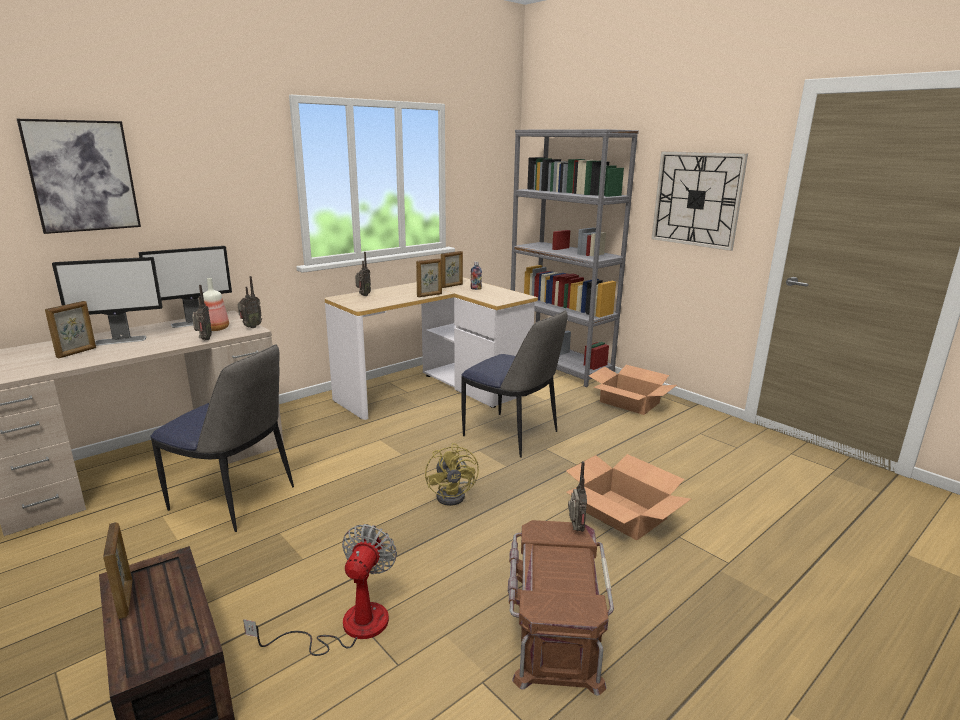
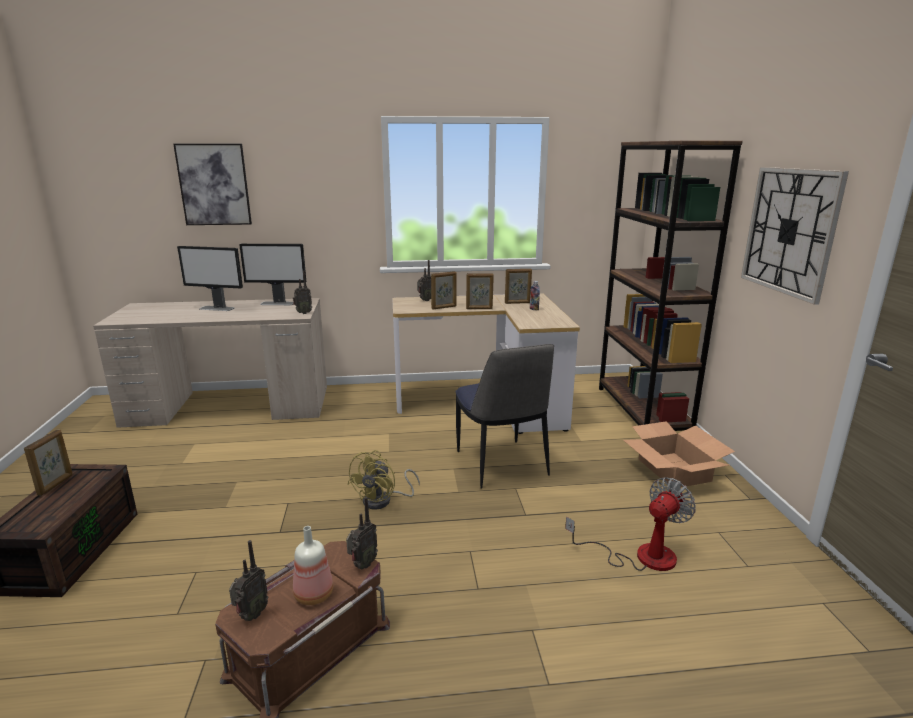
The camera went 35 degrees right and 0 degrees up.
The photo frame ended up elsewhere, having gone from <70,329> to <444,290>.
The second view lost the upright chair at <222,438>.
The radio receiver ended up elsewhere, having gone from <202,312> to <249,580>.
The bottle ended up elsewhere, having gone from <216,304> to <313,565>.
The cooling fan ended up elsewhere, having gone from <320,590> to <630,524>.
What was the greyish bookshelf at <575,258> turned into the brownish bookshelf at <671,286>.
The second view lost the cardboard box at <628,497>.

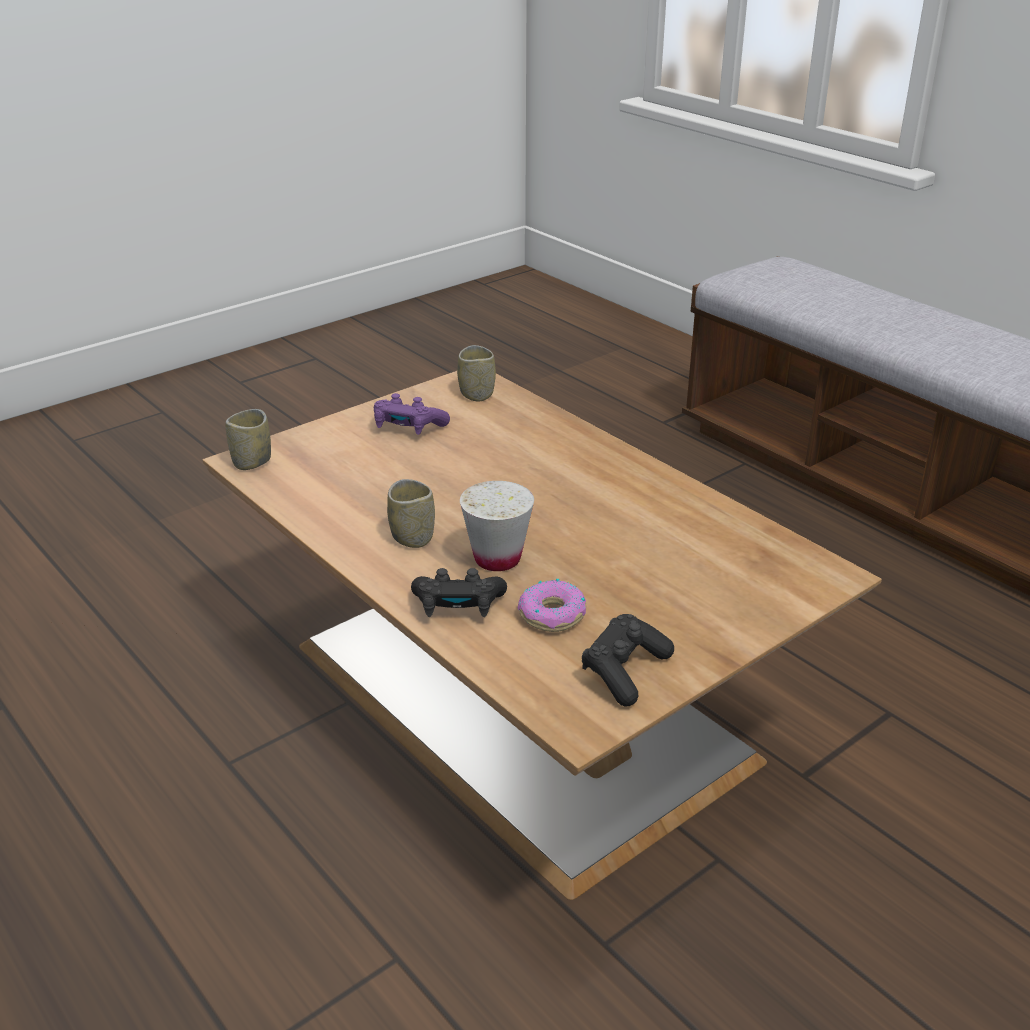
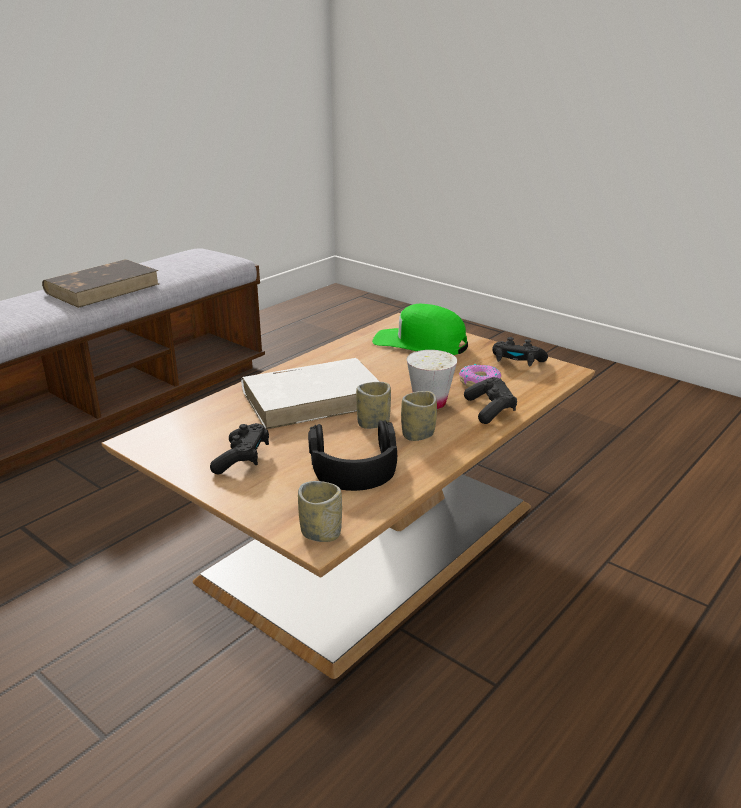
The camera went 100 degrees left and 5 degrees down.
What was the purple game controller at <412,414> turned into the black game controller at <239,449>.
The cup ended up elsewhere, having gone from <476,373> to <373,405>.
The second view gained the brownish volume at <100,283>.
The second view gained the whitish volume at <310,393>.
The second view gained the black headset at <352,456>.
The second view gained the green-coloured baseball cap at <420,329>.

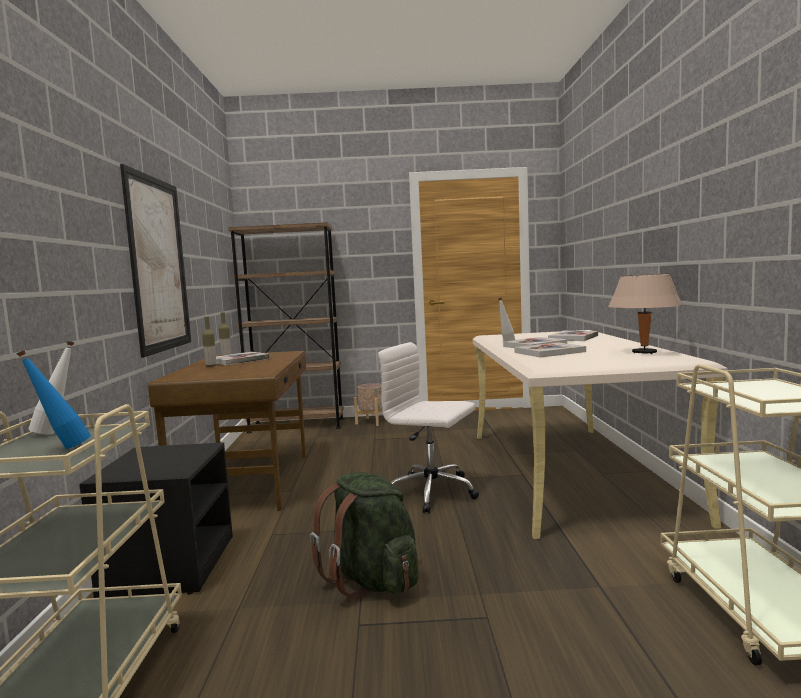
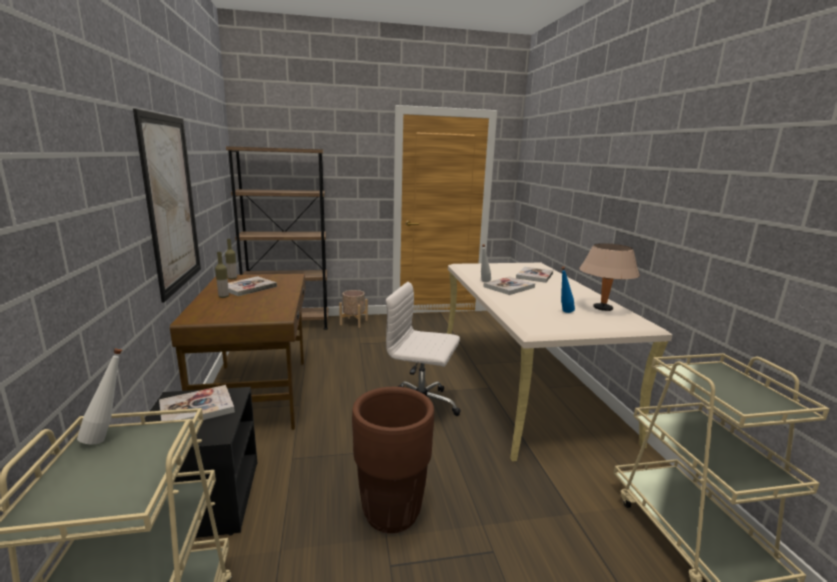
The camera went 10 degrees left and 10 degrees up.
The blue bottle ended up elsewhere, having gone from <53,399> to <568,290>.
Where the green-coloured knapsack stood at <364,535>, the brownish flower pot came to stand at <393,460>.
The volume ended up elsewhere, having gone from <550,349> to <197,403>.

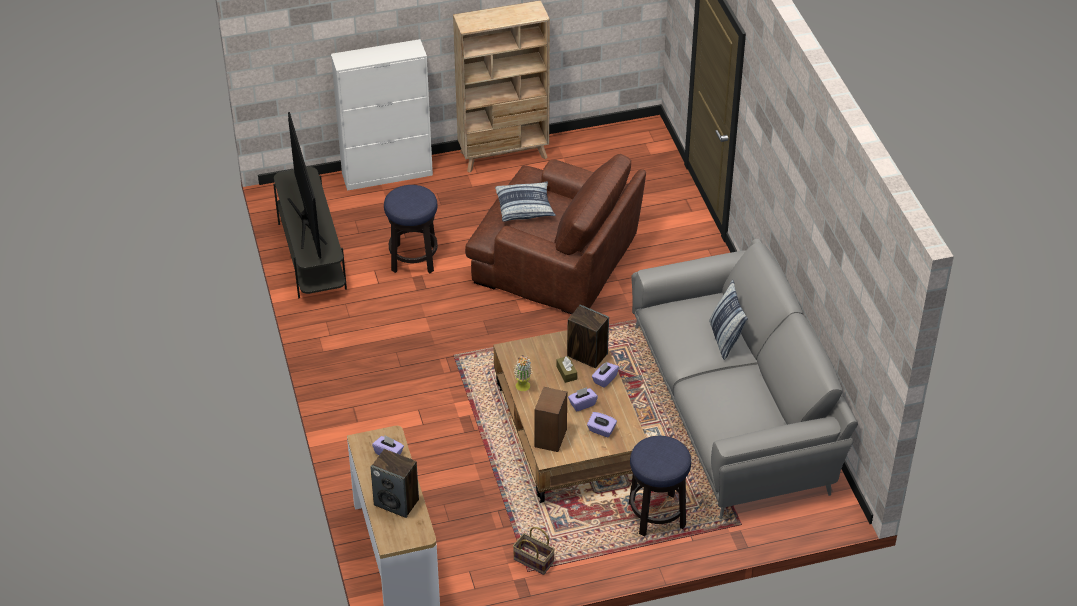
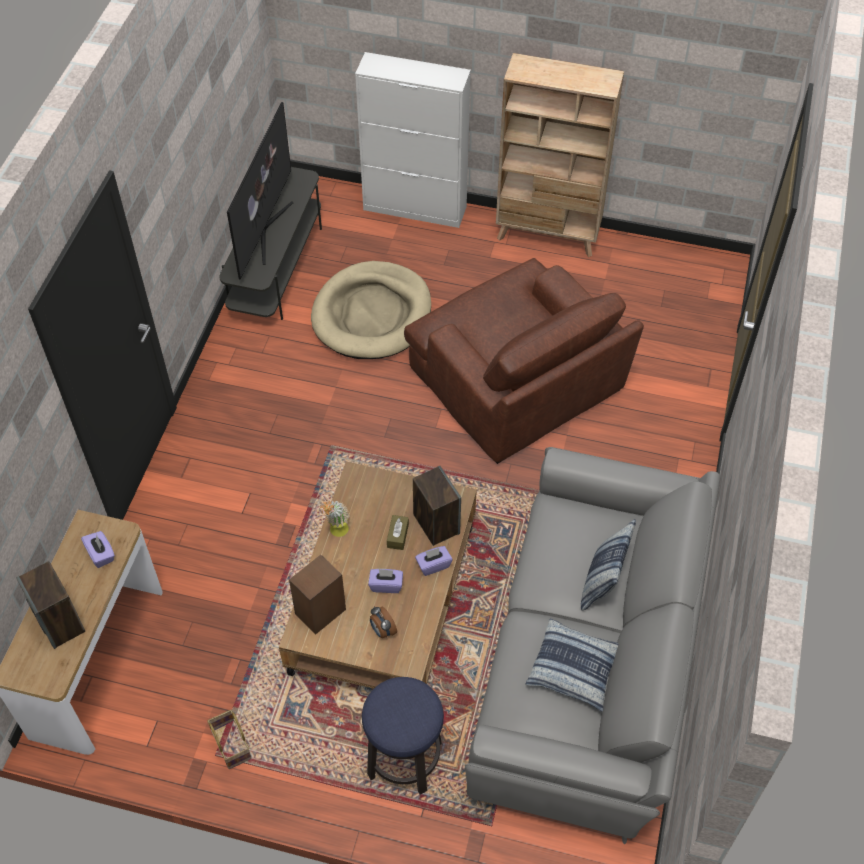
The camera went 30 degrees right and 10 degrees up.
Where the stool stood at <411,229>, the sand-coloured dog cushion came to stand at <371,310>.
The pillow ended up elsewhere, having gone from <525,201> to <572,665>.
Where the purple tissue box stood at <602,424>, the bedside clock came to stand at <383,622>.

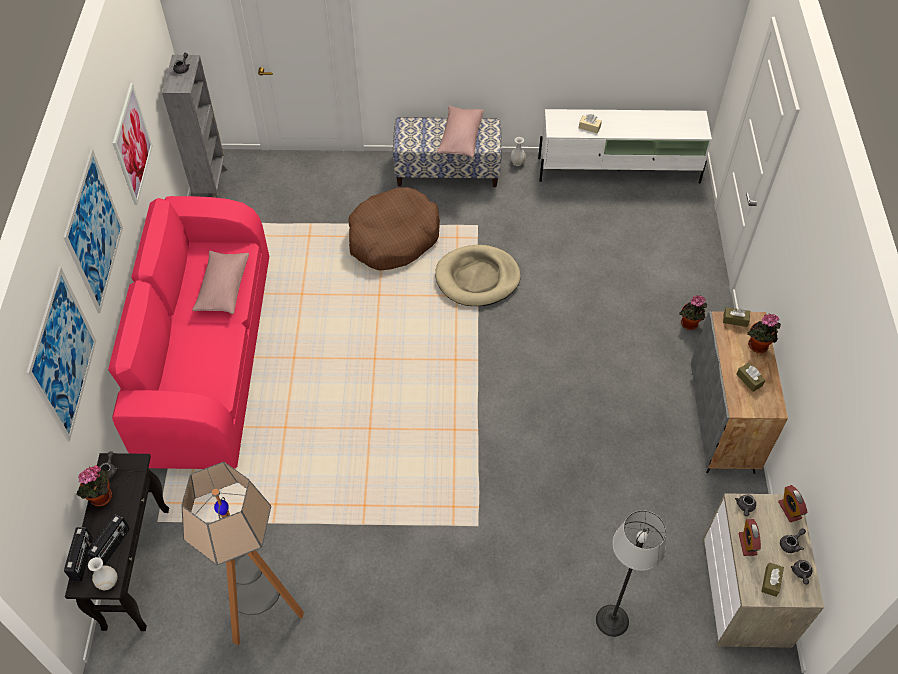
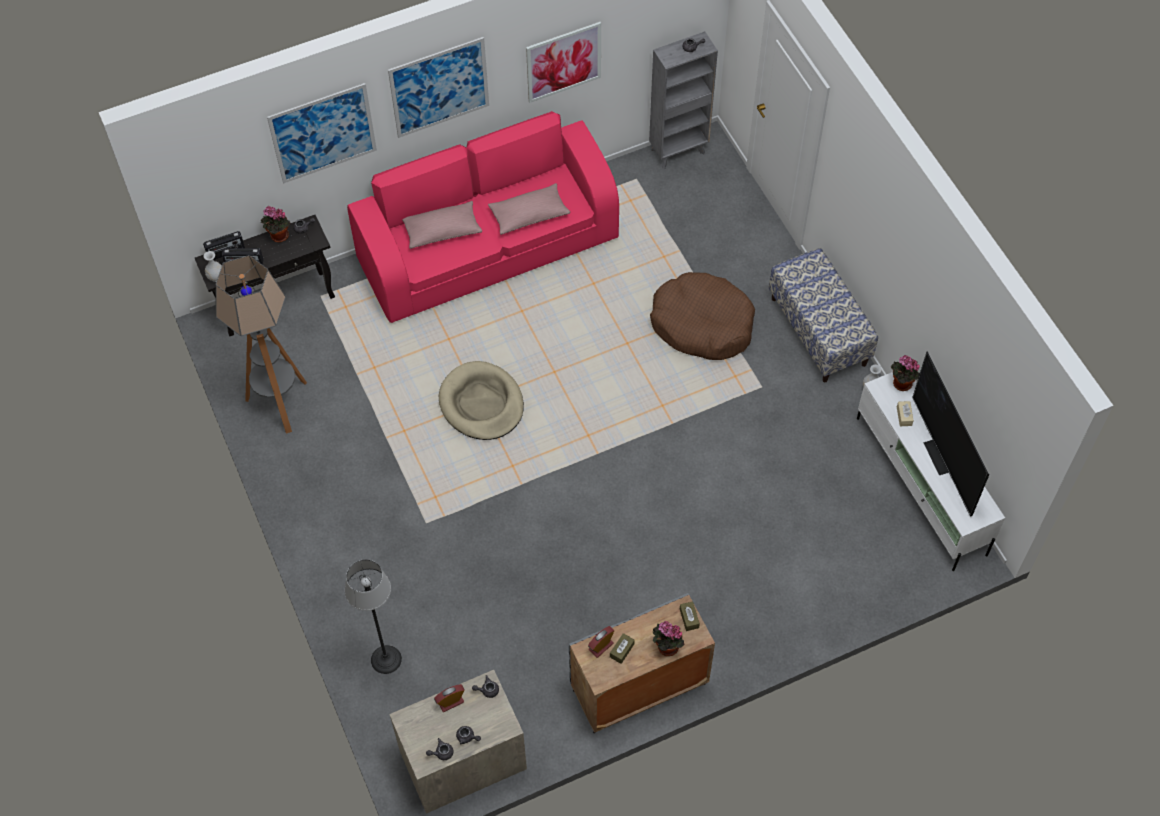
The camera went 65 degrees right and 5 degrees up.
The sand-coloured dog cushion ended up elsewhere, having gone from <478,275> to <481,400>.
The pink-coloured pillow ended up elsewhere, having gone from <460,132> to <442,225>.
The plant in a pot ended up elsewhere, having gone from <693,312> to <905,373>.
The second view lost the brownish tissue box at <772,579>.
The bedside clock ended up elsewhere, having gone from <792,503> to <601,642>.
The second view gained the TV at <950,434>.

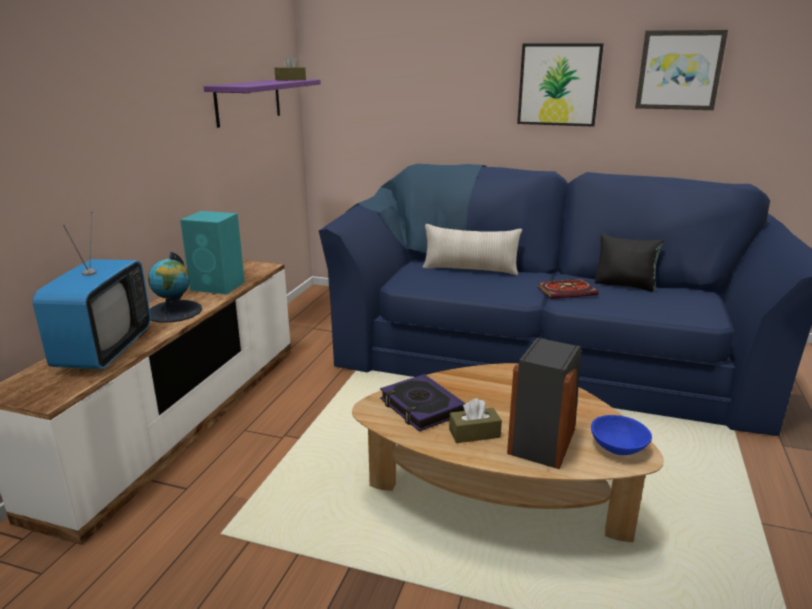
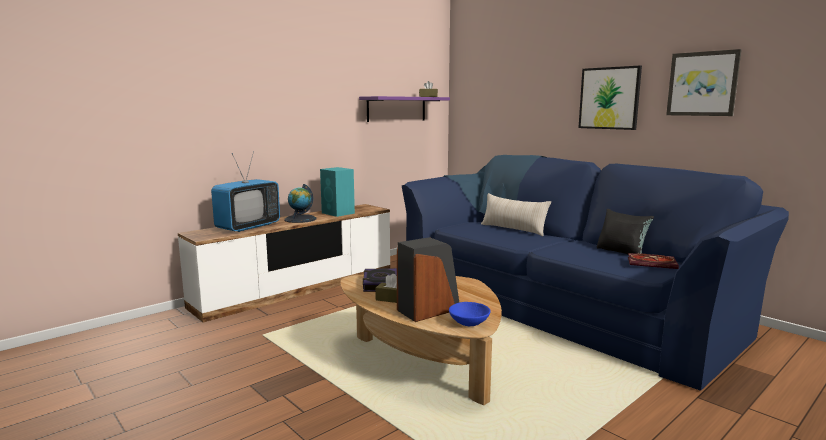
The camera went 30 degrees right and 10 degrees down.
The volume ended up elsewhere, having gone from <568,289> to <653,261>.

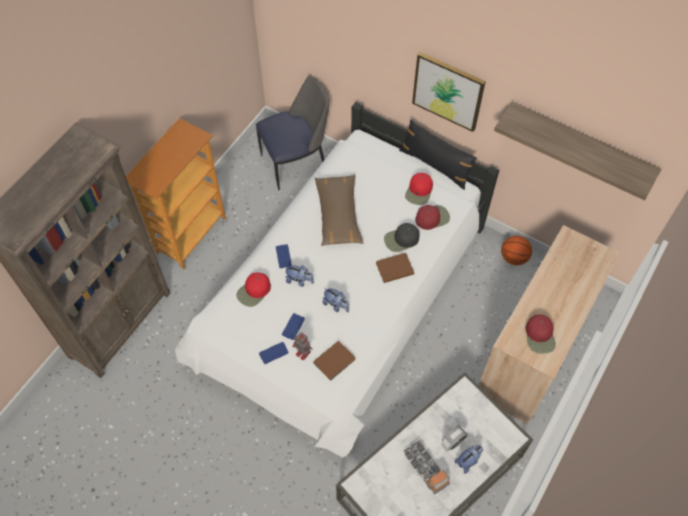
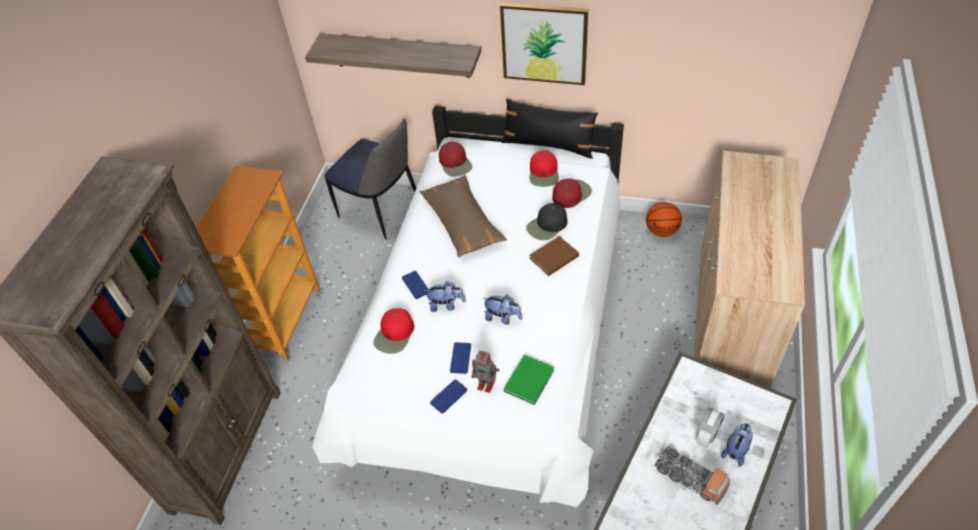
The camera went 15 degrees left and 10 degrees down.
The upright chair at <292,133> ended up facing another way, 75 degrees clockwise from before.
What was the brownish volume at <334,361> turned into the green-coloured volume at <529,380>.
The shelf ended up elsewhere, having gone from <577,151> to <393,55>.
The red baseball cap ended up elsewhere, having gone from <540,334> to <455,159>.

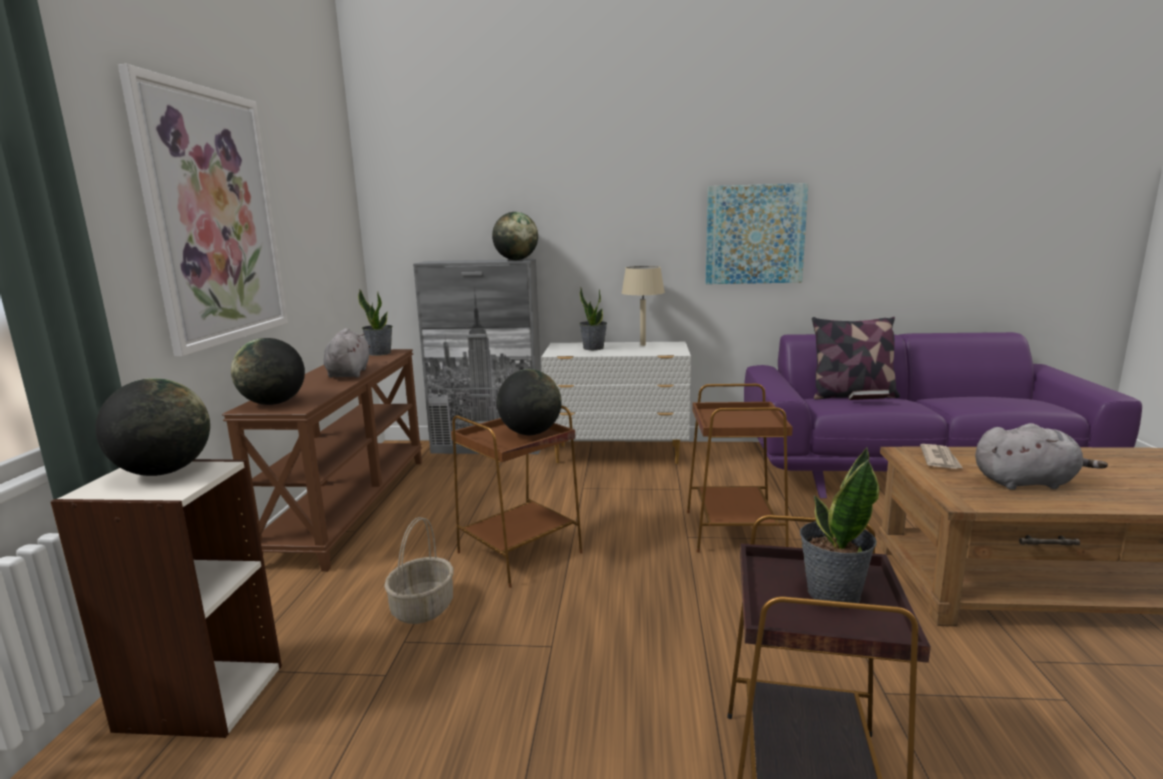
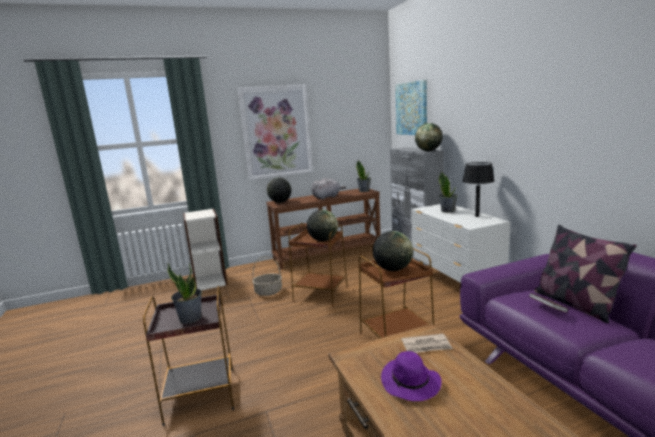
The camera went 65 degrees right and 0 degrees up.
The world globe ended up elsewhere, having gone from <152,427> to <393,251>.
What was the sand-coloured lamp for a table at <643,306> turned into the black lamp for a table at <479,189>.
The wall picture ended up elsewhere, having gone from <757,233> to <411,107>.
Where the greyish soft toy stood at <1041,456>, the purple wearable hat came to stand at <411,376>.

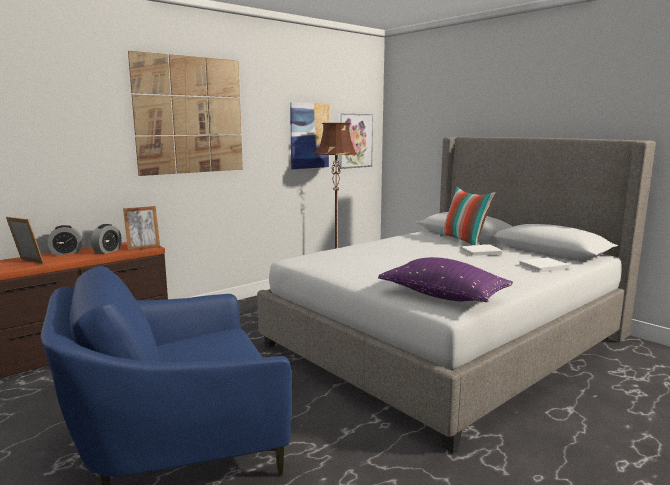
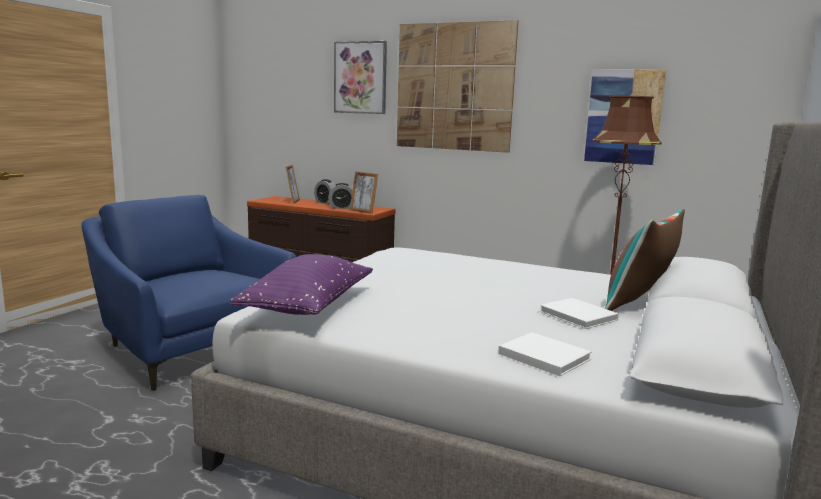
The camera went 65 degrees right and 0 degrees up.
The wall picture ended up elsewhere, having gone from <355,141> to <360,77>.

